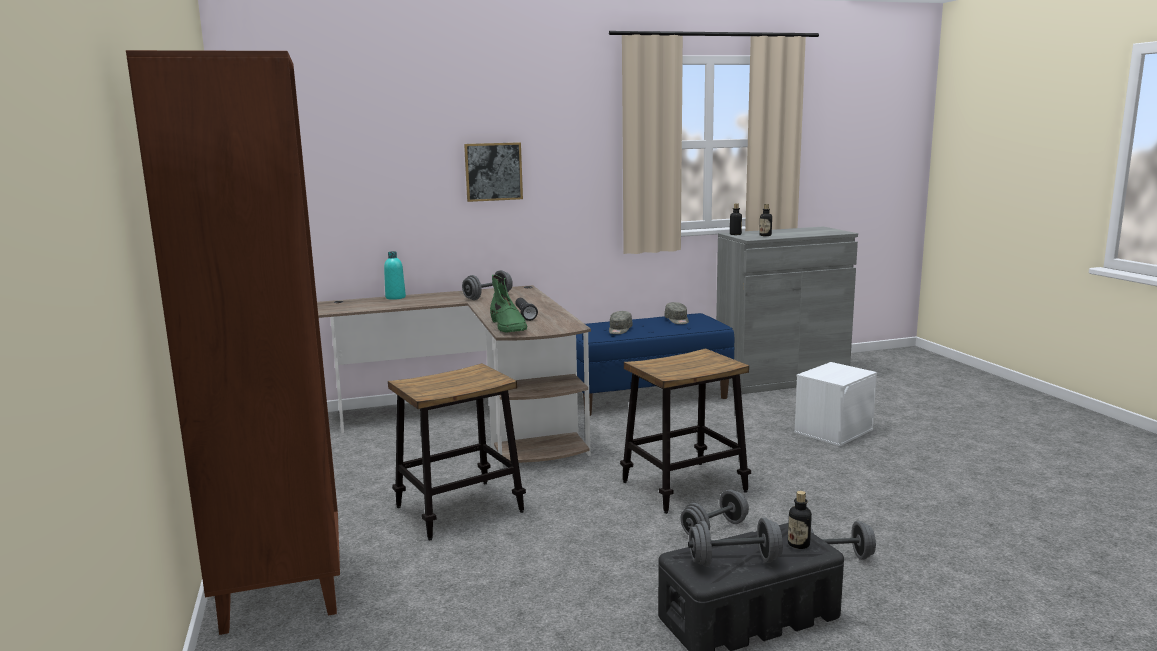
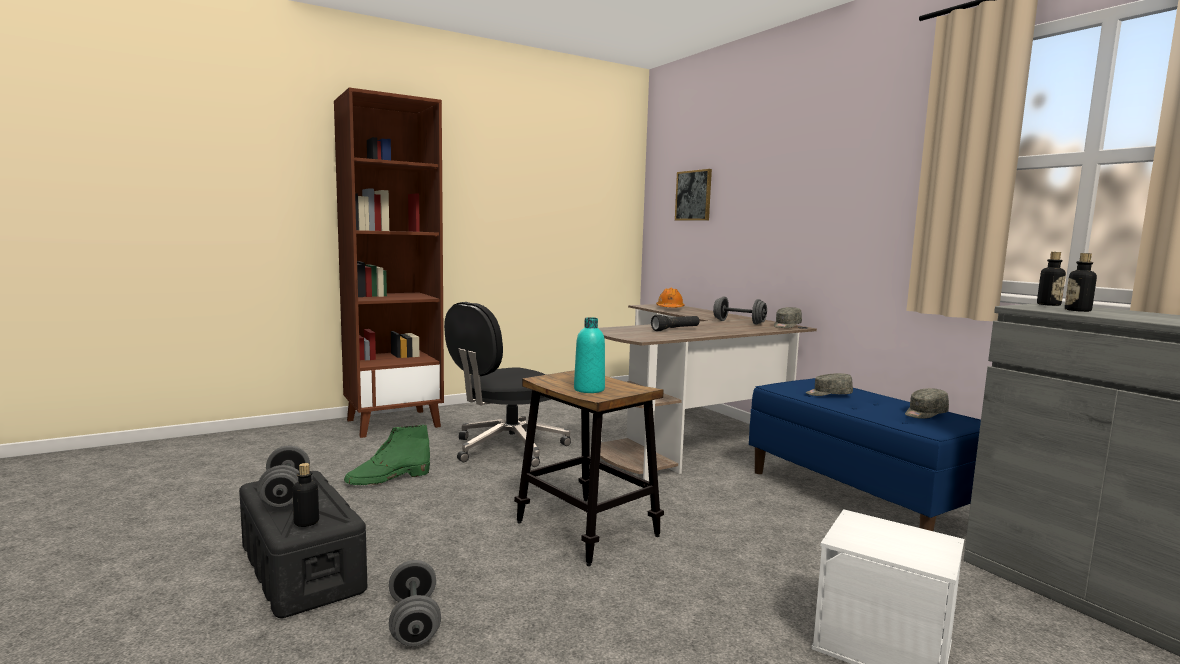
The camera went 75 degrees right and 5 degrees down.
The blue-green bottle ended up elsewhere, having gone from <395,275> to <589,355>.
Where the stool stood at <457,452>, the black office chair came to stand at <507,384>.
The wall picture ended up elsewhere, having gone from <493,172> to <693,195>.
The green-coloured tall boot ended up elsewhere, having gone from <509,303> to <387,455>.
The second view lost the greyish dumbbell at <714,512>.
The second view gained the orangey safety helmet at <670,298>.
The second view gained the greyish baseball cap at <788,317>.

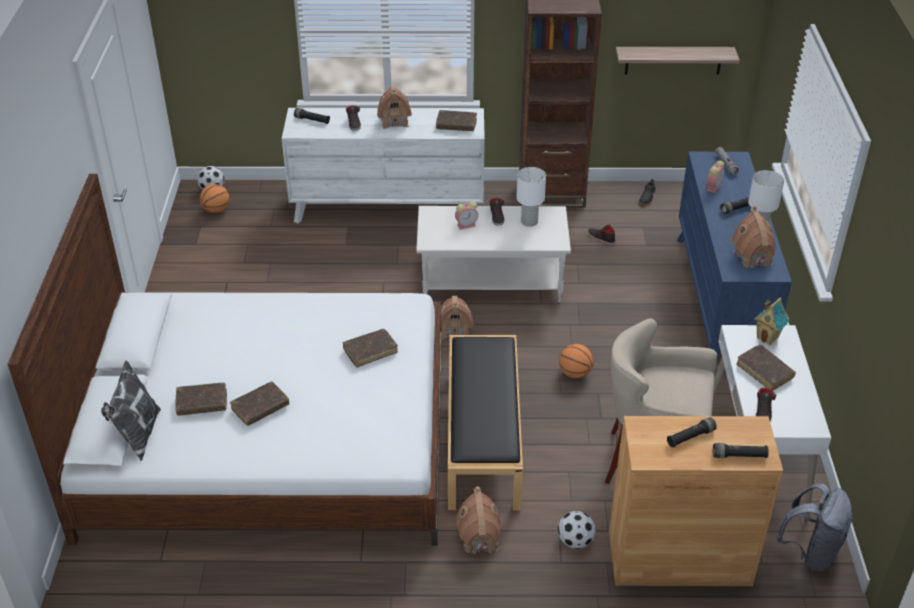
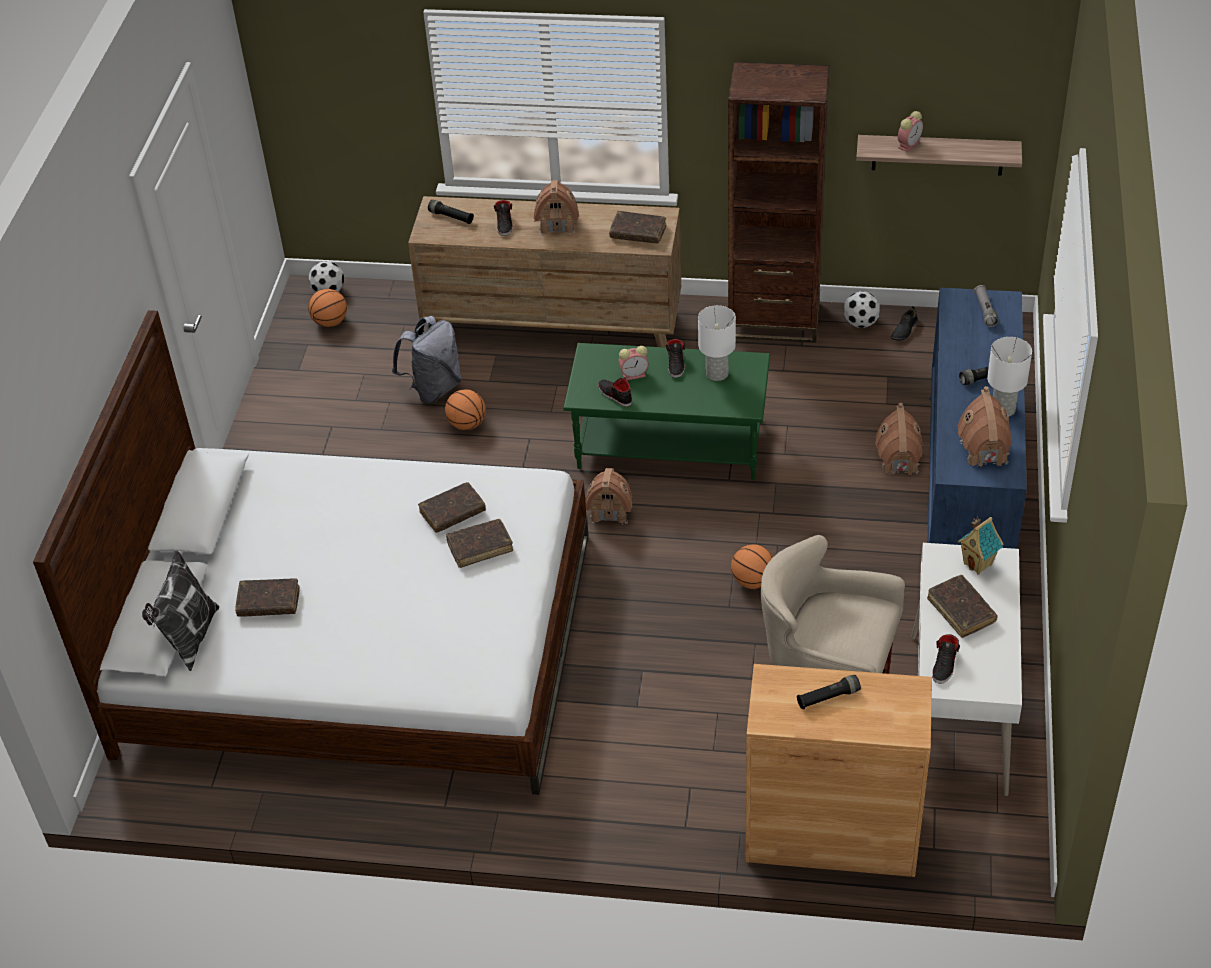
The camera went 10 degrees right and 5 degrees up.
The brownish volume ended up elsewhere, having gone from <259,403> to <452,507>.
What was the whitish drawer chest at <383,165> turned into the brownish drawer chest at <544,272>.
What was the whitish coffee table at <493,254> turned into the green-coloured coffee table at <666,411>.
The second view lost the black long seat at <485,422>.
The model house ended up elsewhere, having gone from <478,520> to <899,439>.
The ball for football ended up elsewhere, having gone from <577,530> to <862,309>.
The black shoe ended up elsewhere, having gone from <601,234> to <615,392>.
The bedside clock ended up elsewhere, having gone from <715,177> to <910,131>.
The second view lost the black hand torch at <741,450>.
The greyish knapsack ended up elsewhere, having gone from <814,527> to <427,360>.
The second view gained the ball for basketball at <465,409>.

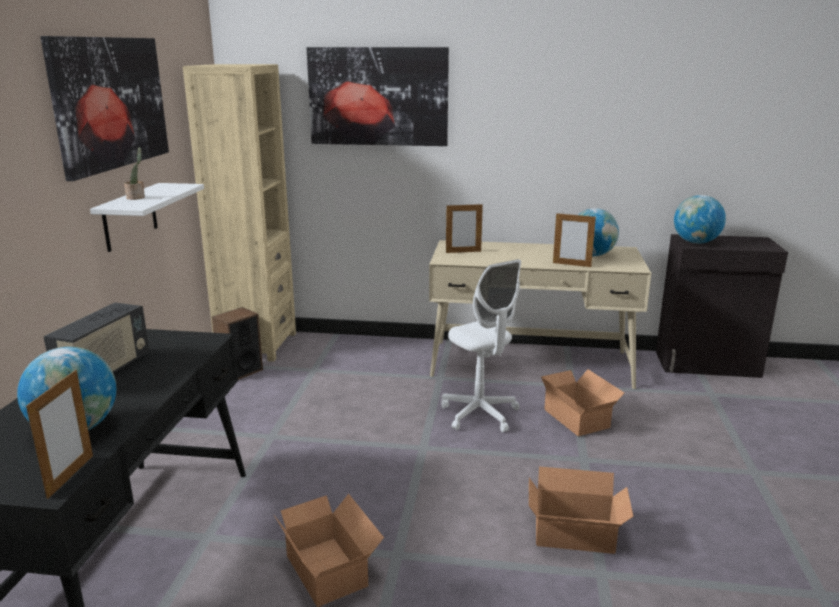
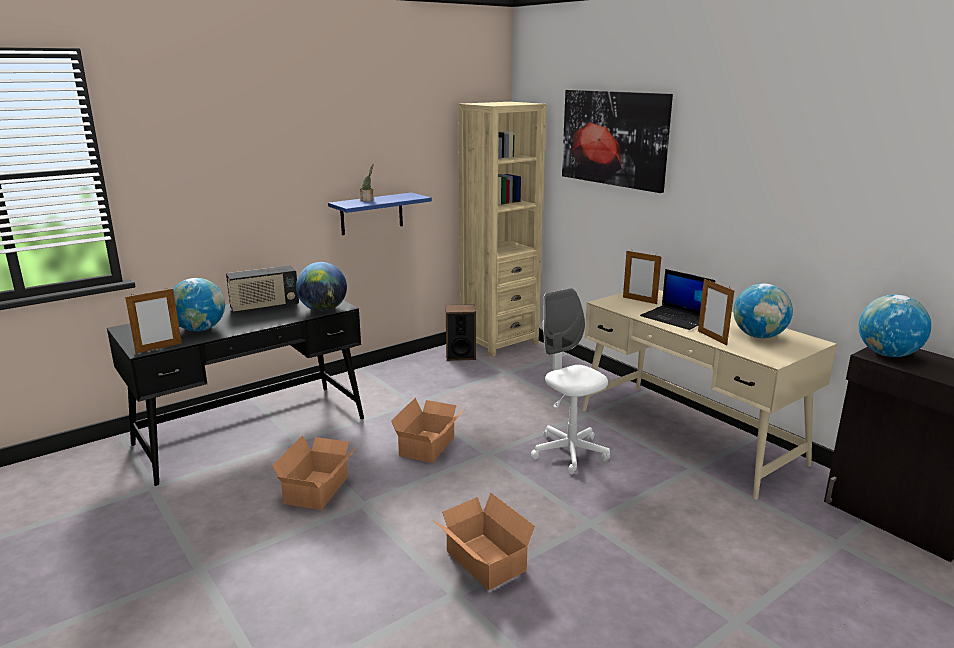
The camera went 45 degrees right and 0 degrees up.
The second view lost the wall picture at <104,108>.
What was the whitish shelf at <147,217> turned into the blue shelf at <380,213>.
The whitish office chair at <481,345> ended up facing another way, 135 degrees clockwise from before.
The cardboard box ended up elsewhere, having gone from <582,402> to <428,430>.
The second view gained the world globe at <321,287>.
The second view gained the portable computer at <677,299>.

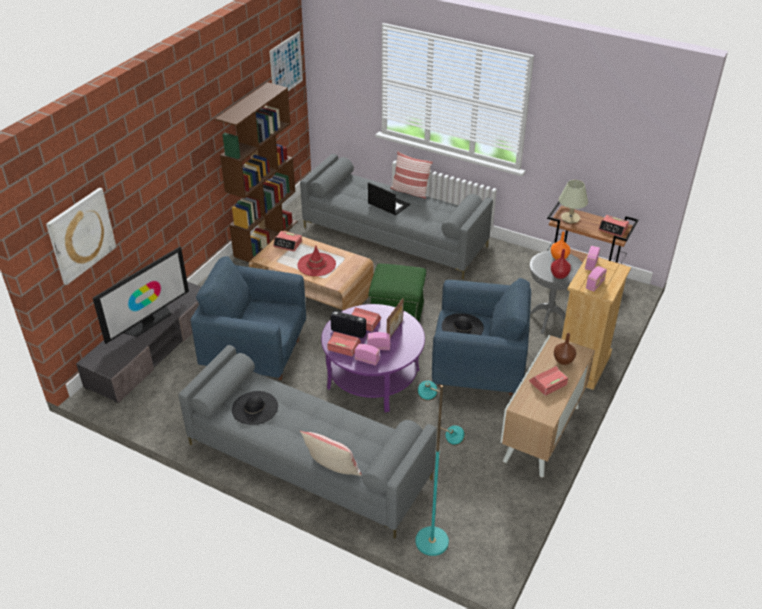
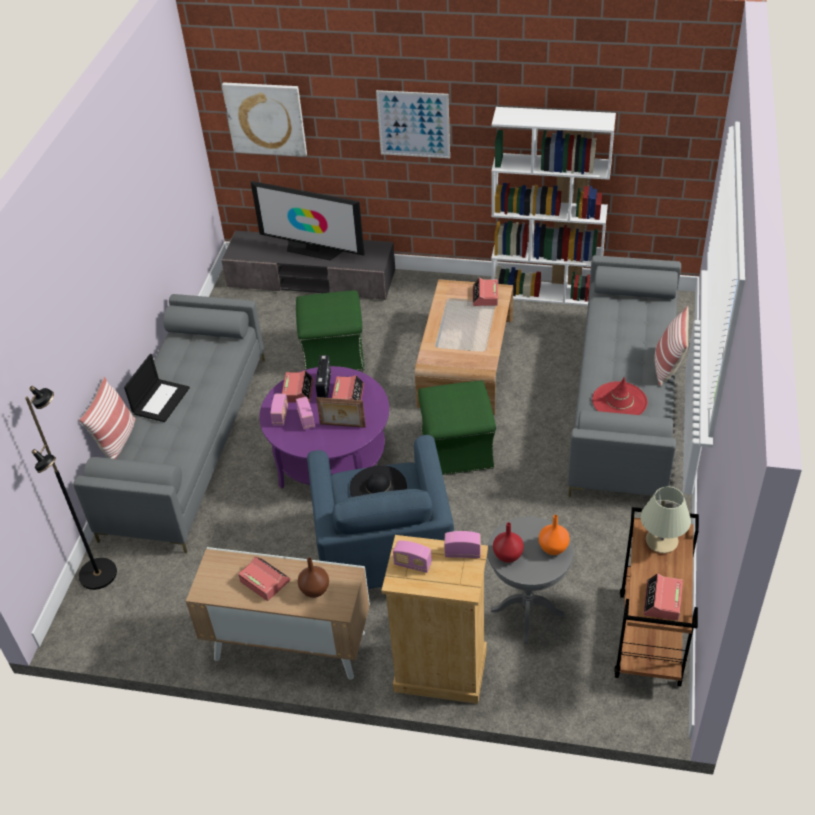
The camera went 75 degrees right and 5 degrees up.
Where the blue easy chair stood at <248,318>, the green-coloured pouffe came to stand at <330,330>.
What was the brownish bookshelf at <256,172> turned into the whitish bookshelf at <553,206>.
The second view lost the black wearable hat at <255,408>.
The wall picture ended up elsewhere, having gone from <286,61> to <413,124>.
The red wearable hat ended up elsewhere, having gone from <316,261> to <619,396>.
The portable computer ended up elsewhere, having gone from <389,198> to <157,388>.
What was the blue-green standing lamp at <440,468> turned into the black standing lamp at <71,488>.

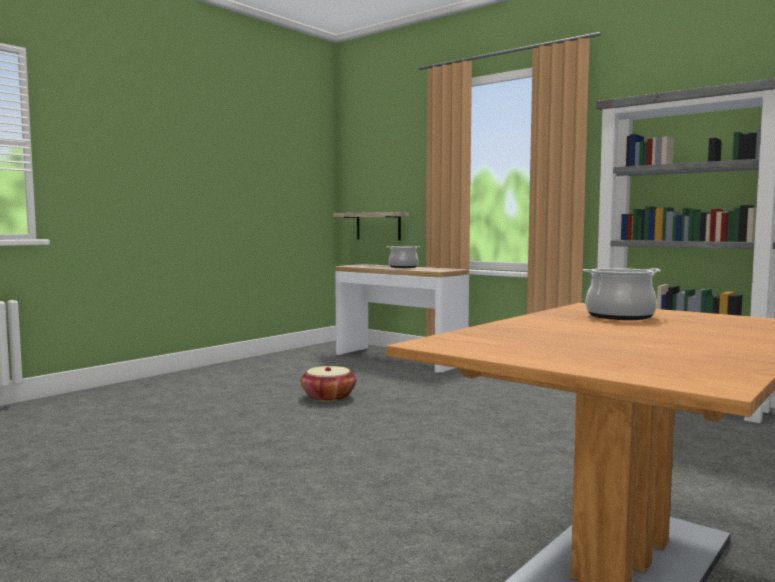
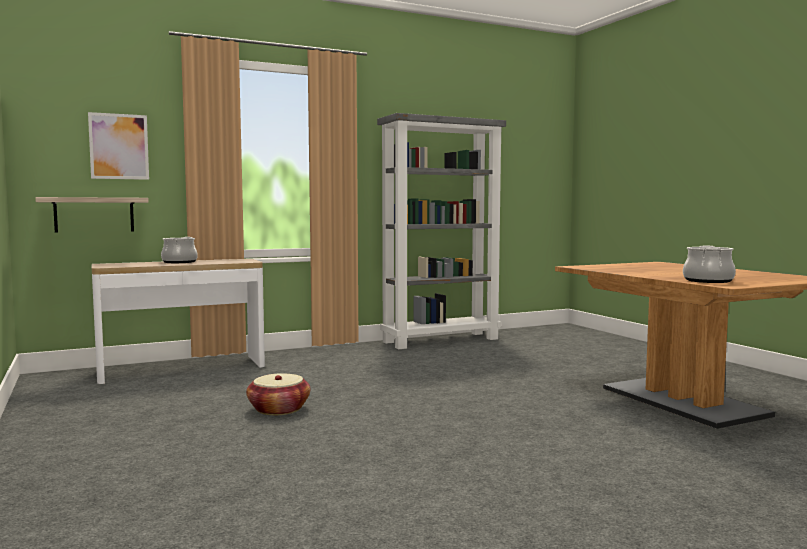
The camera went 65 degrees left and 0 degrees up.
The saucepot ended up elsewhere, having gone from <622,294> to <709,264>.
The second view gained the wall picture at <118,146>.

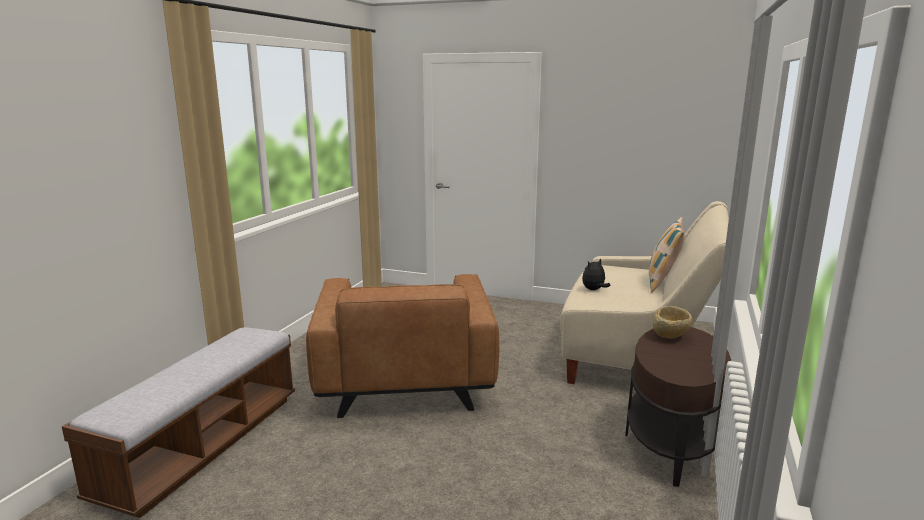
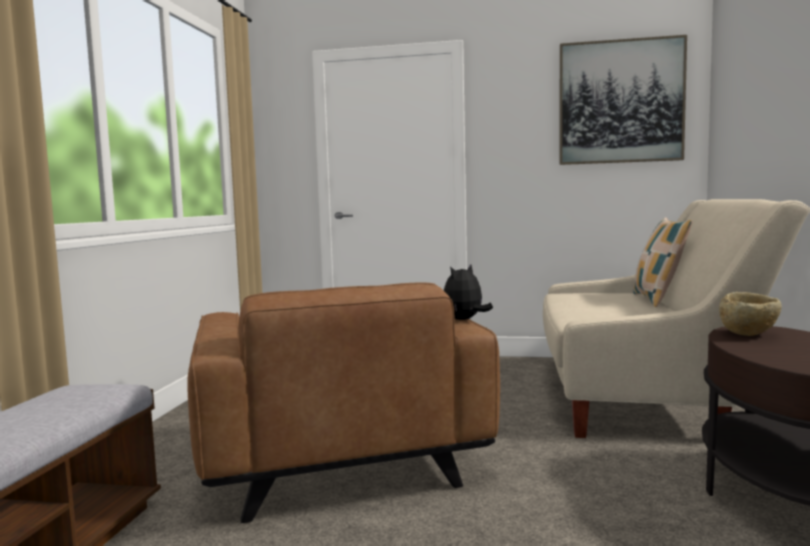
The camera went 10 degrees left and 10 degrees down.
The soft toy ended up elsewhere, having gone from <596,274> to <468,292>.
The second view gained the wall picture at <623,100>.

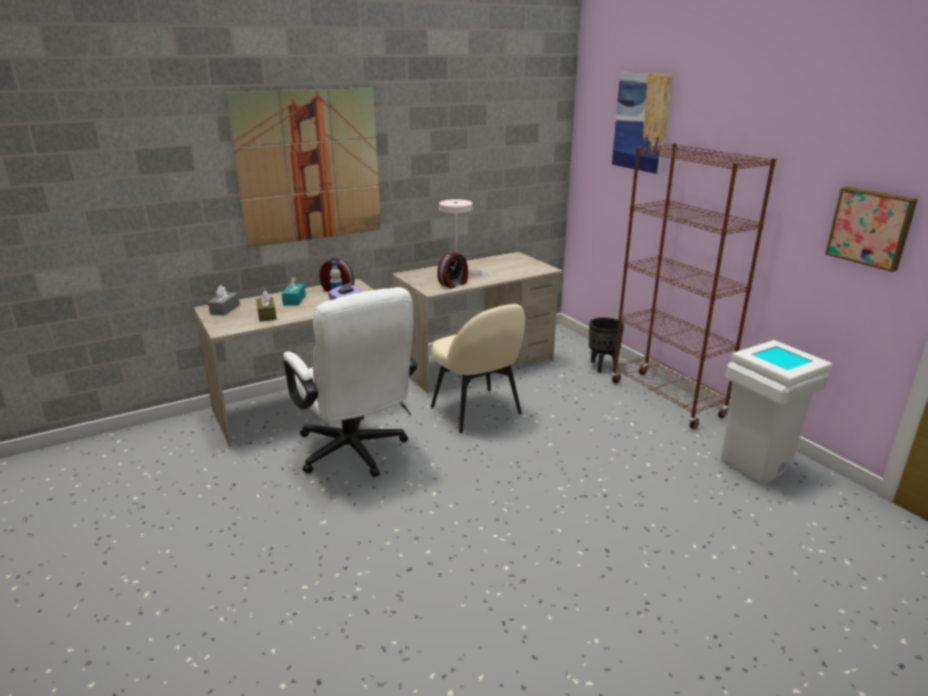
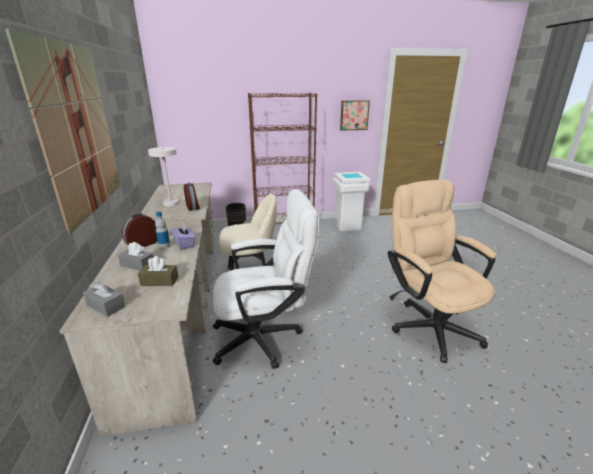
The camera went 70 degrees left and 0 degrees up.
What was the blue-green tissue box at <294,291> turned into the greyish tissue box at <136,256>.
The second view lost the wall picture at <642,123>.
The second view gained the sand-coloured office chair at <442,271>.

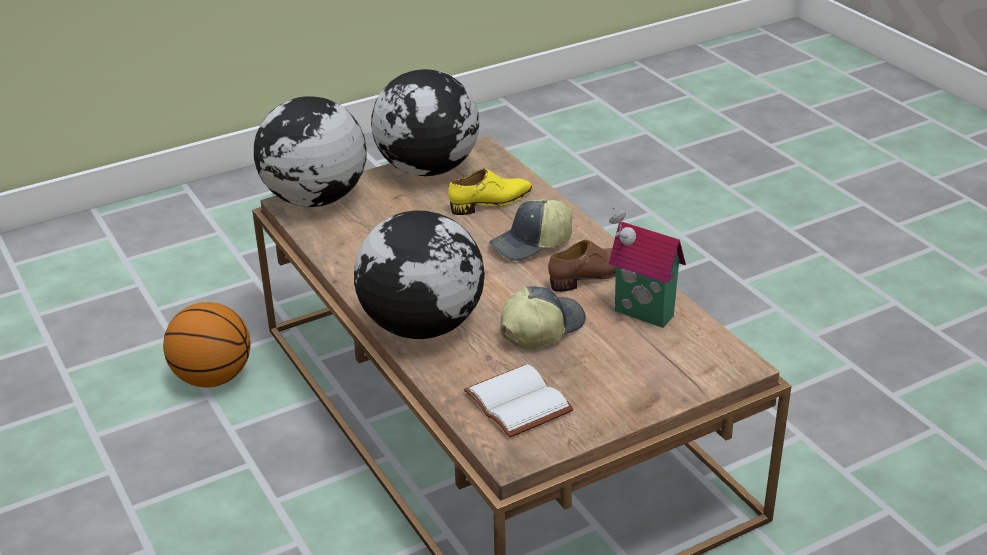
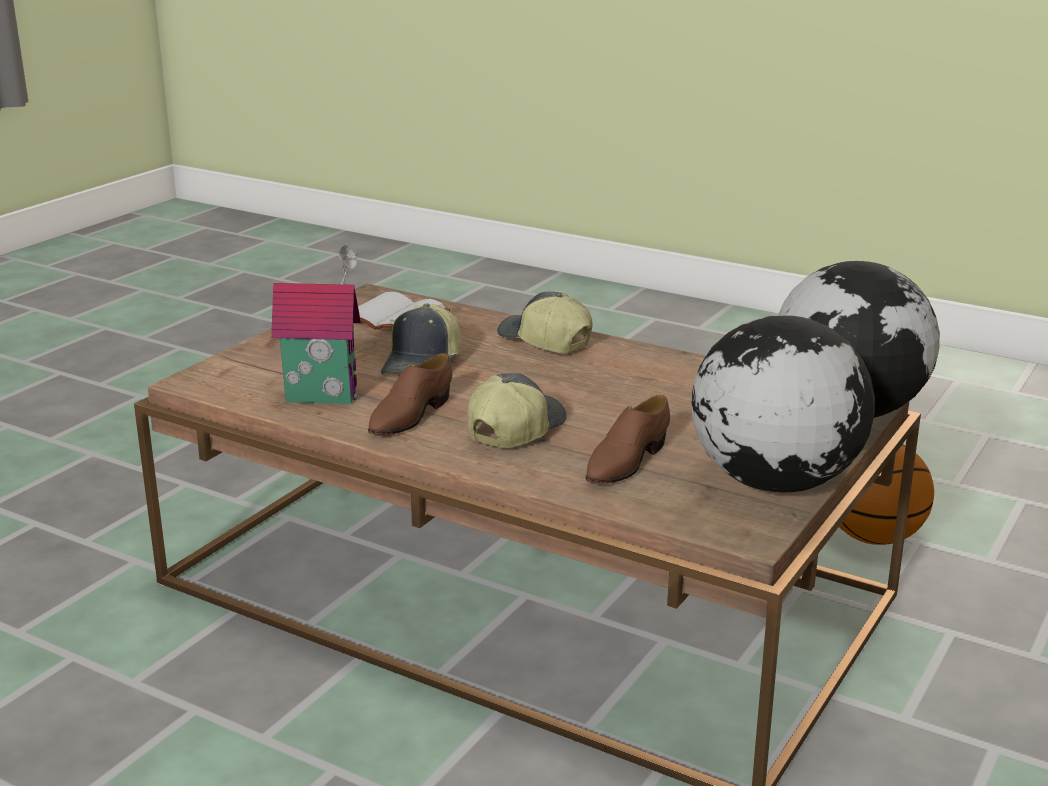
The camera went 150 degrees right and 10 degrees down.
Where the world globe stood at <419,274>, the baseball cap came to stand at <545,322>.
What was the yellowish shoe at <490,192> turned into the brownish shoe at <627,439>.

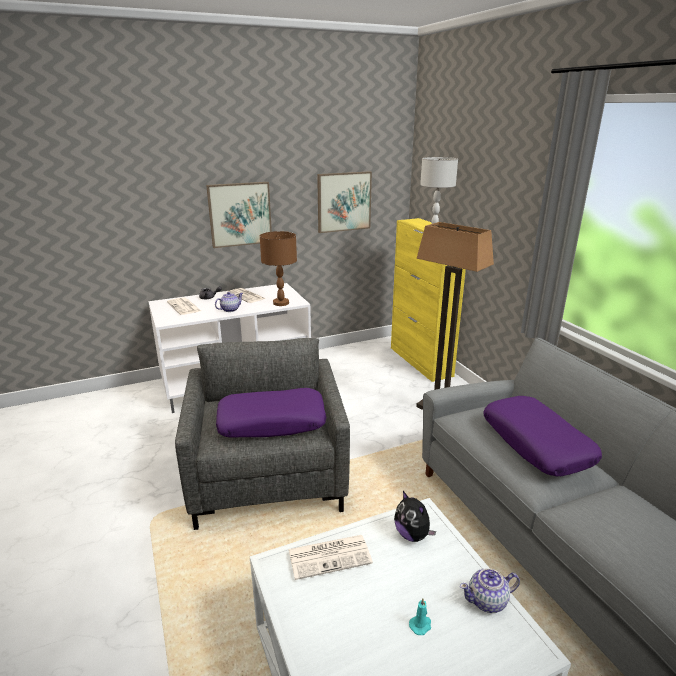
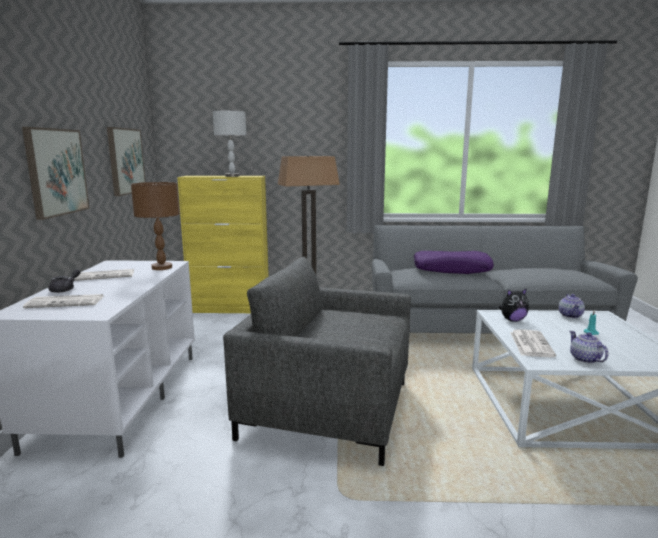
The camera went 65 degrees left and 10 degrees down.
The teapot ended up elsewhere, having gone from <229,302> to <589,347>.
The second view lost the purple pillow at <271,413>.

